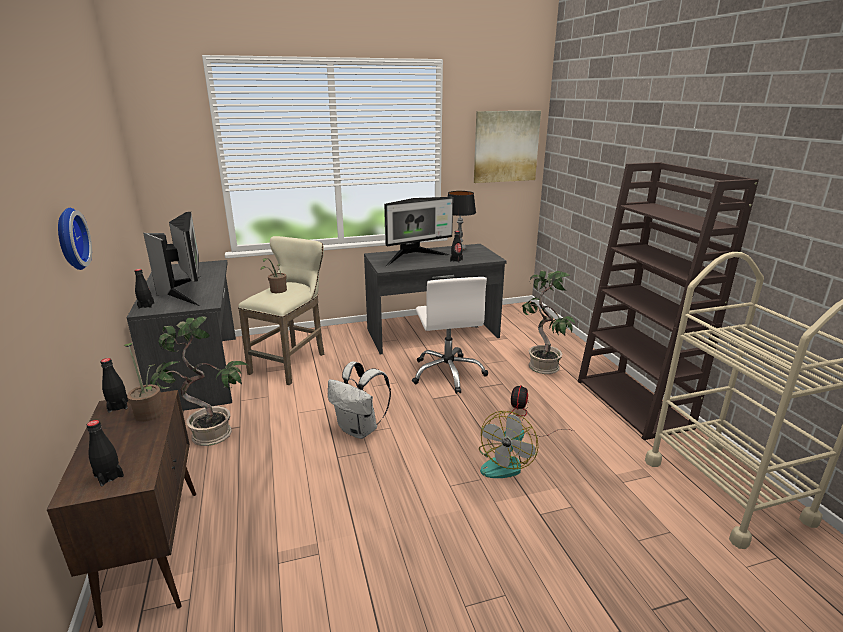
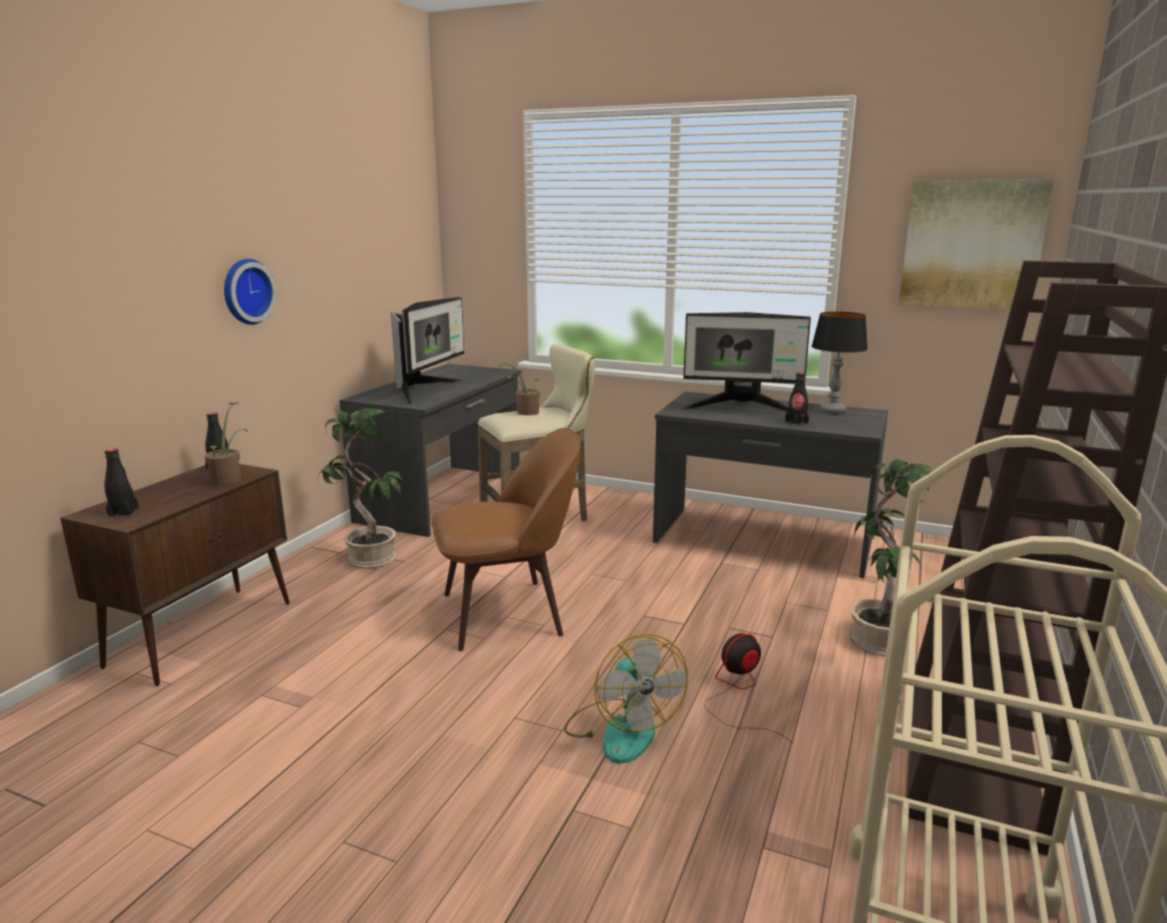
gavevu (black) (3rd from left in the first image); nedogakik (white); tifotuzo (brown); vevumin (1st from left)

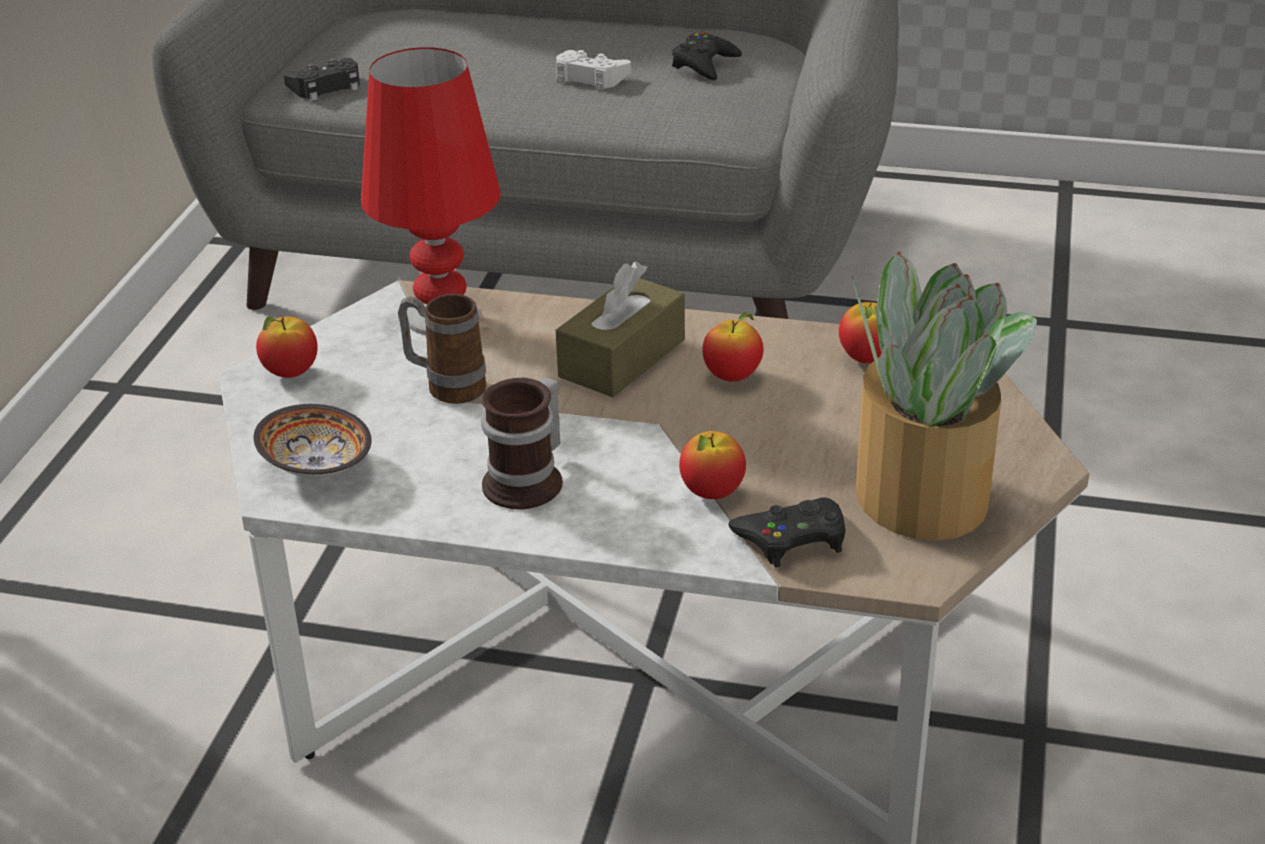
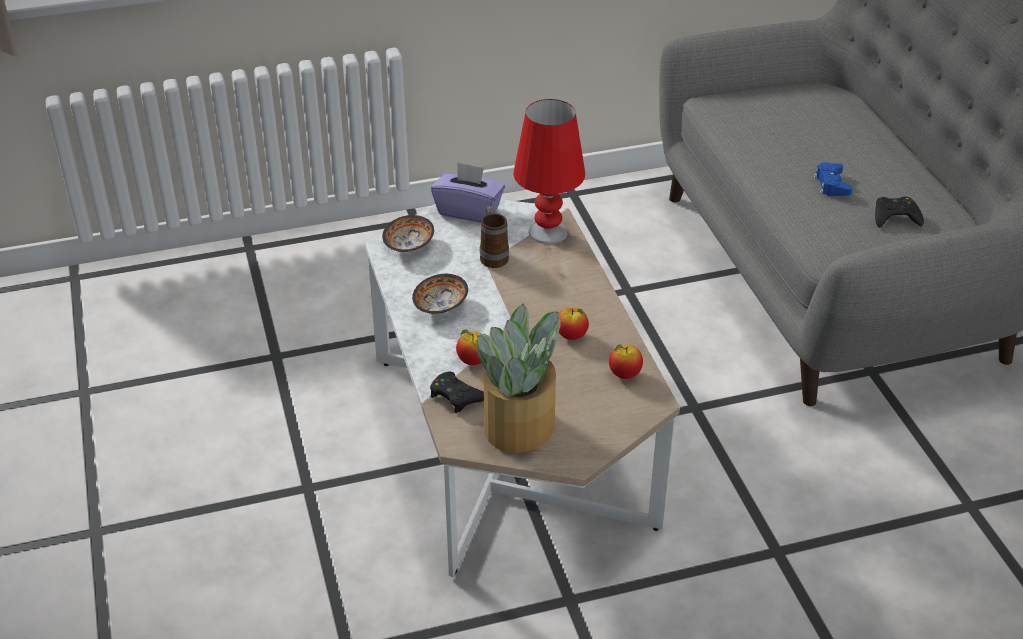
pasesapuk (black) (1st from left in the first image); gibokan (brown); gibokan (purple); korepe (2nd from left); pasesapuk (blue)

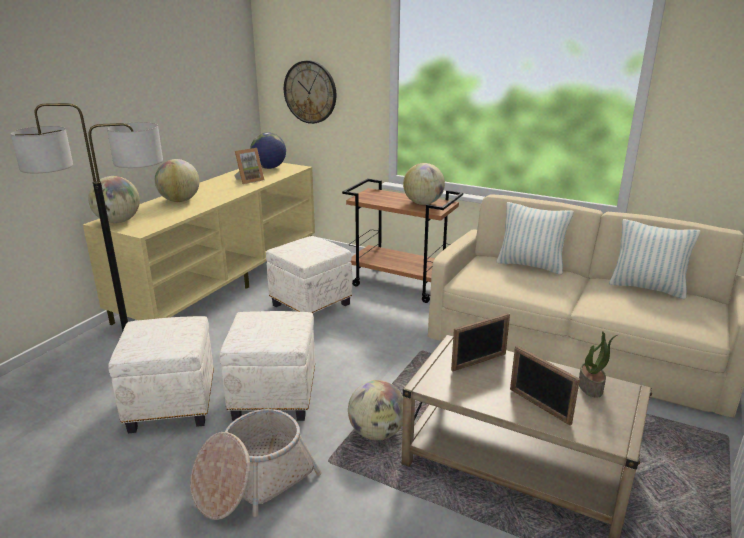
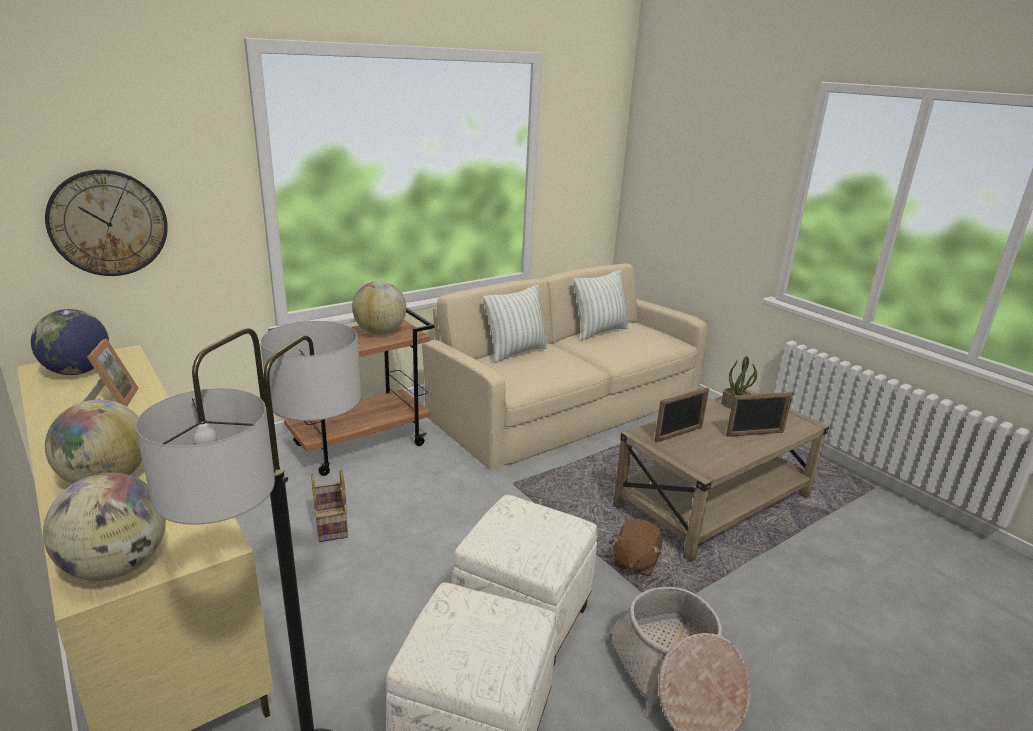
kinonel (1st from left); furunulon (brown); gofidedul (2nd from left)

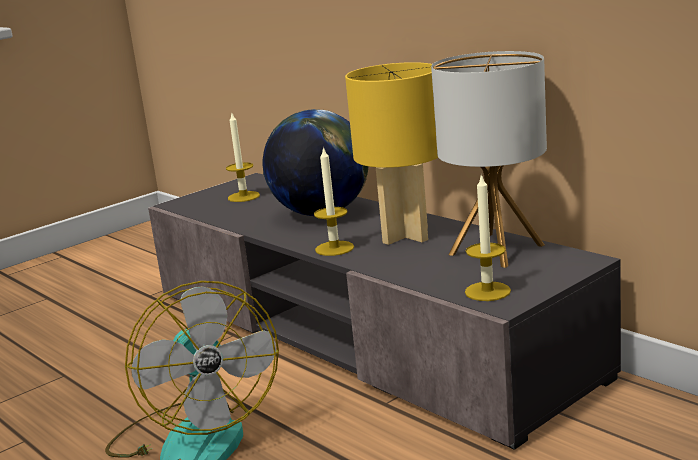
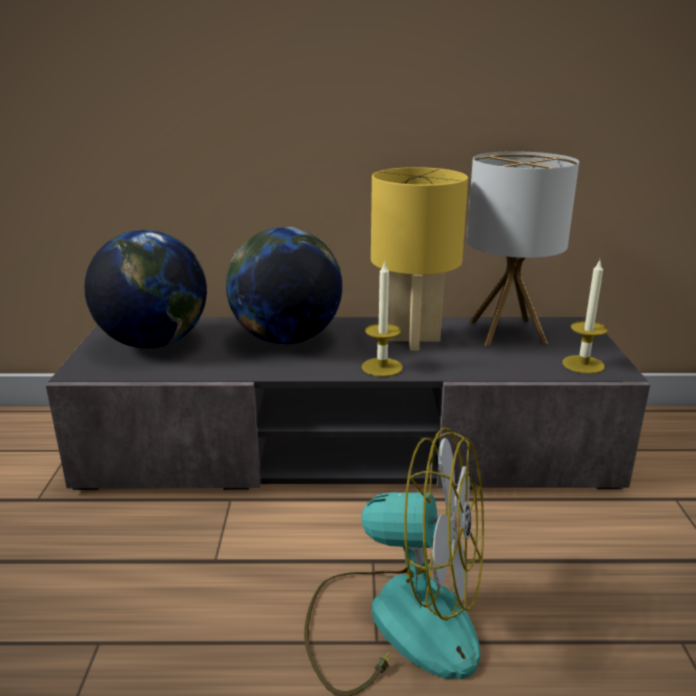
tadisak (1st from left)

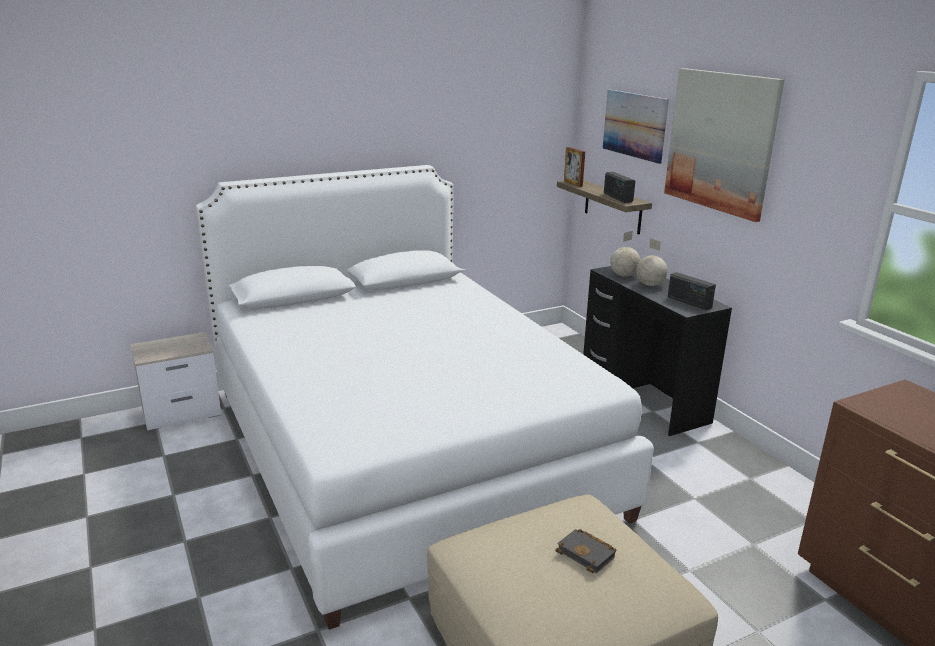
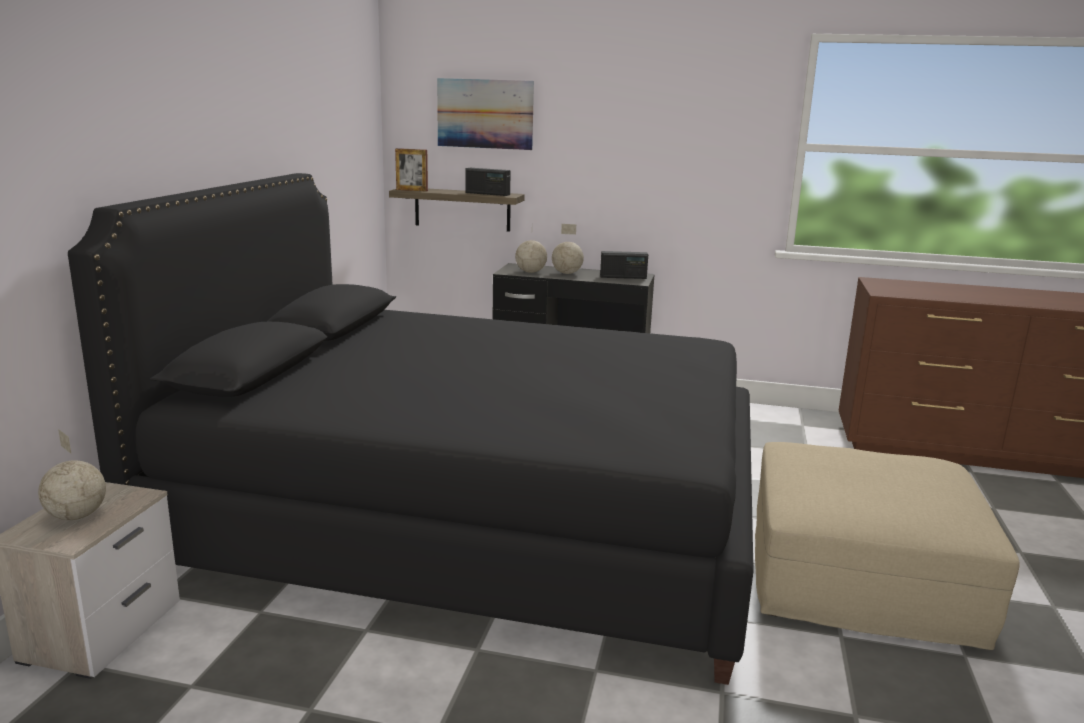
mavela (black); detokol (2nd from left in the first image); tadisak (1st from left); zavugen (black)

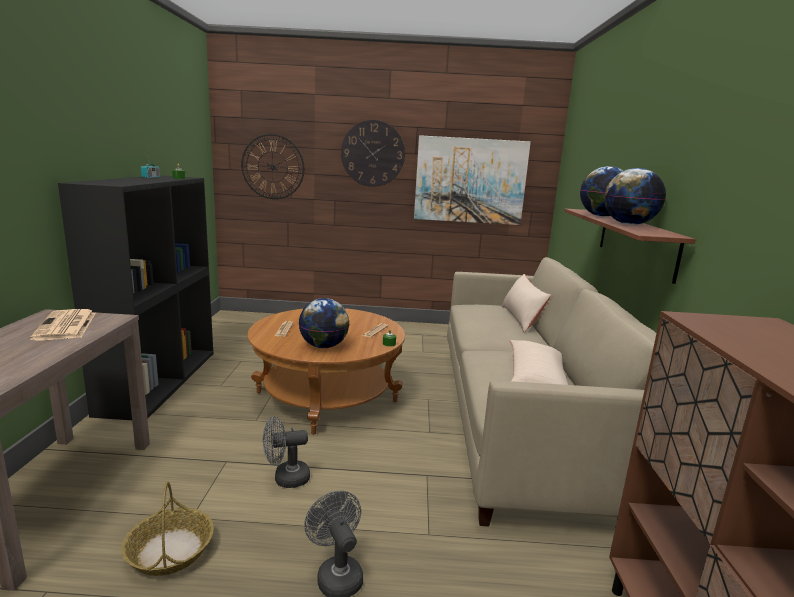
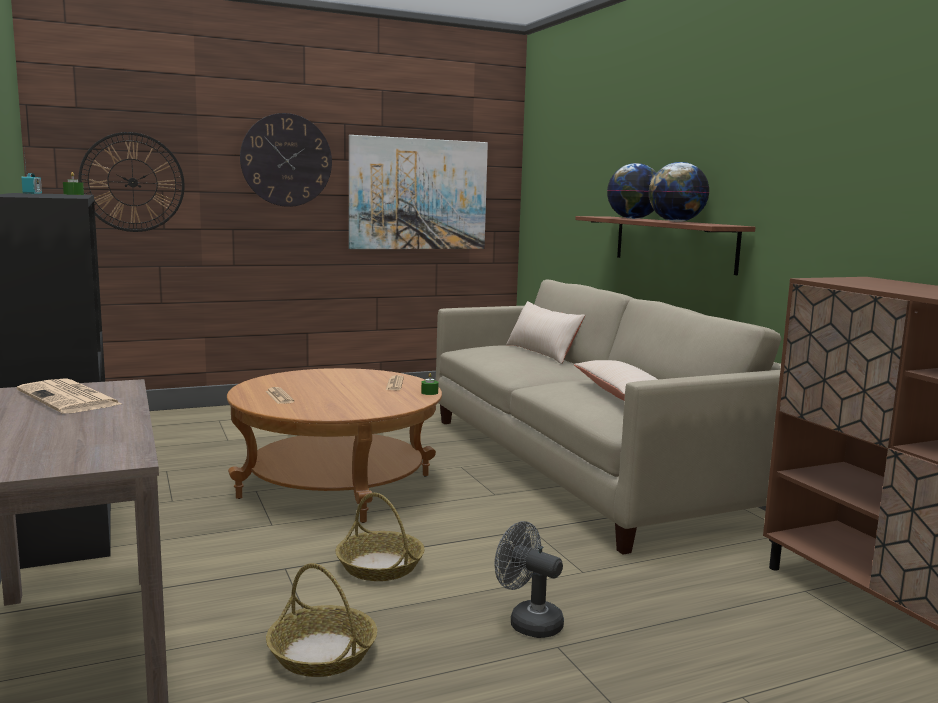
tadisak (1st from left in the first image); kinonel (2nd from left)

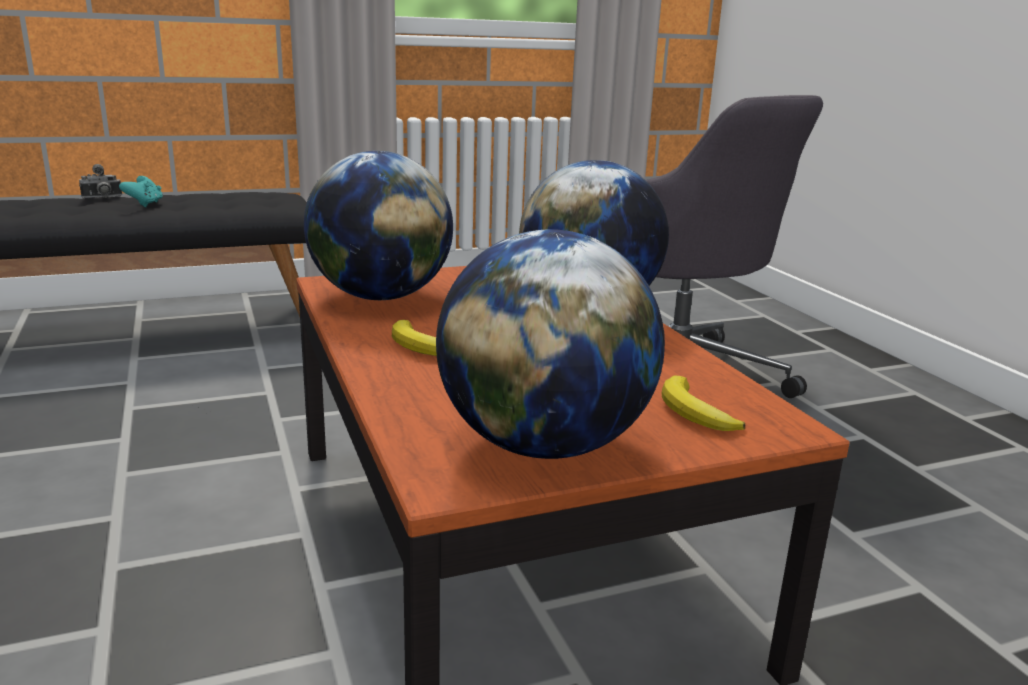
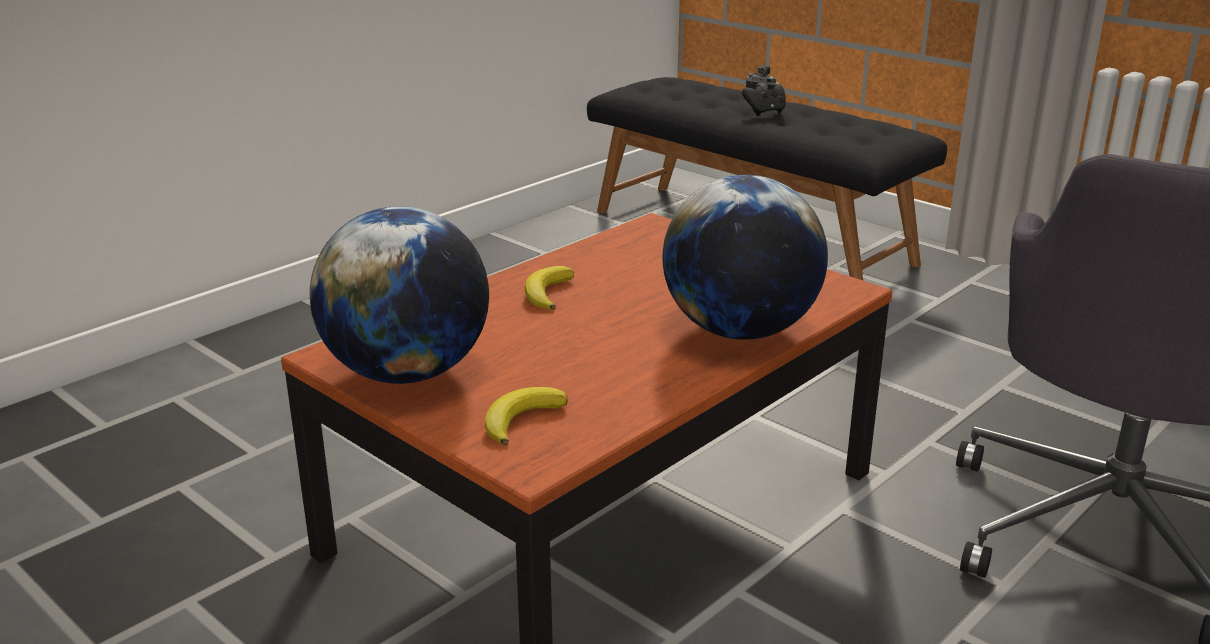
tadisak (1st from left in the first image); pasesapuk (black)

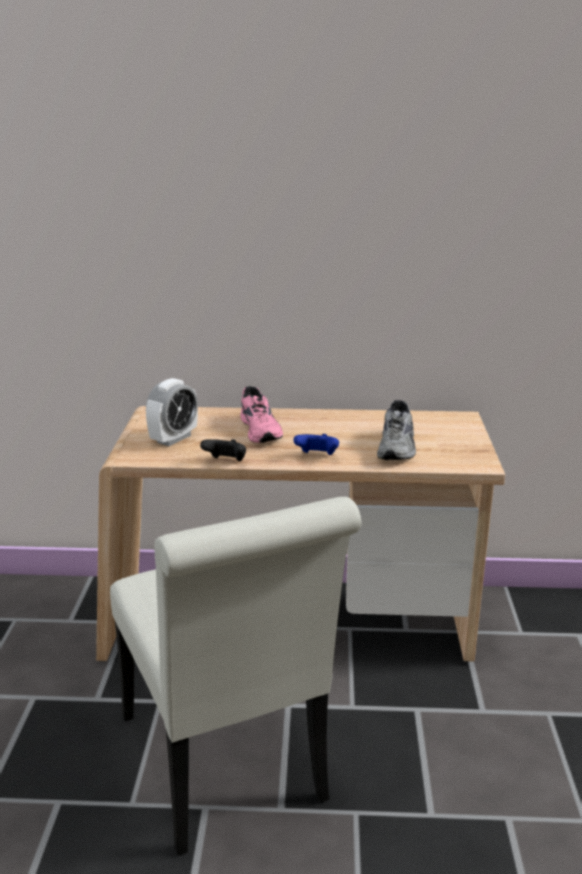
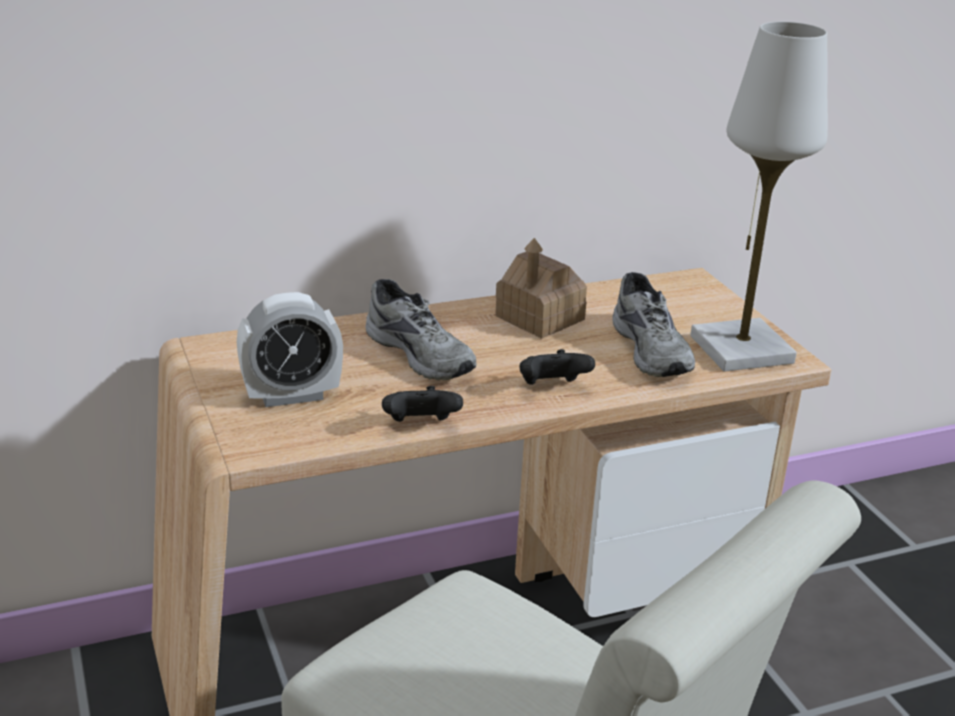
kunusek; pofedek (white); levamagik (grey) (1st from left); pasesapuk (black) (2nd from left); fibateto

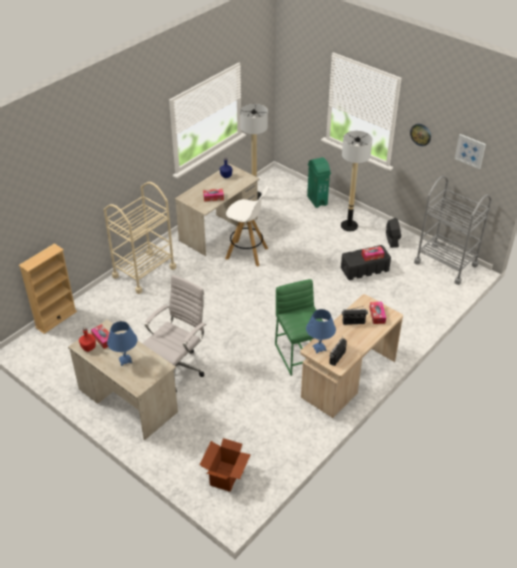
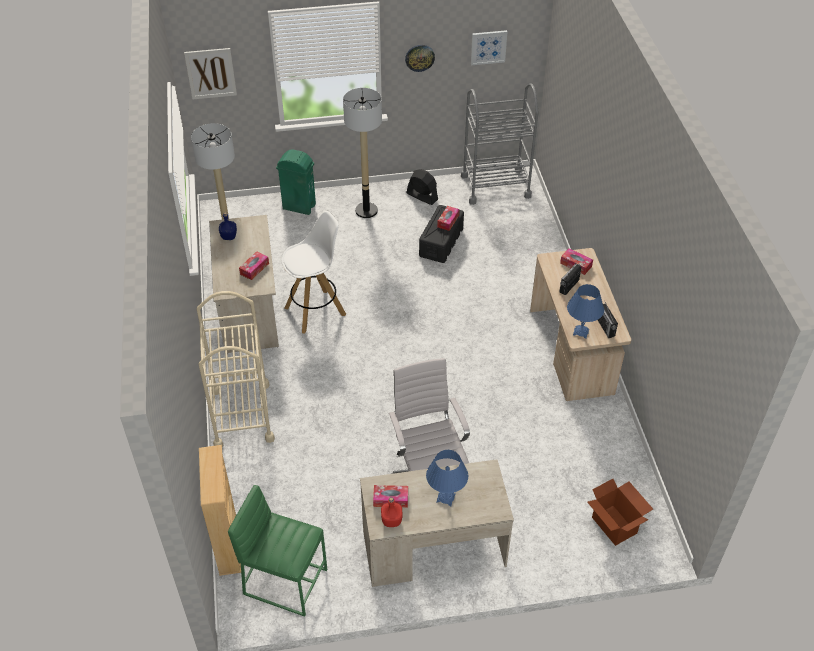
detokol (1st from left); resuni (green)

